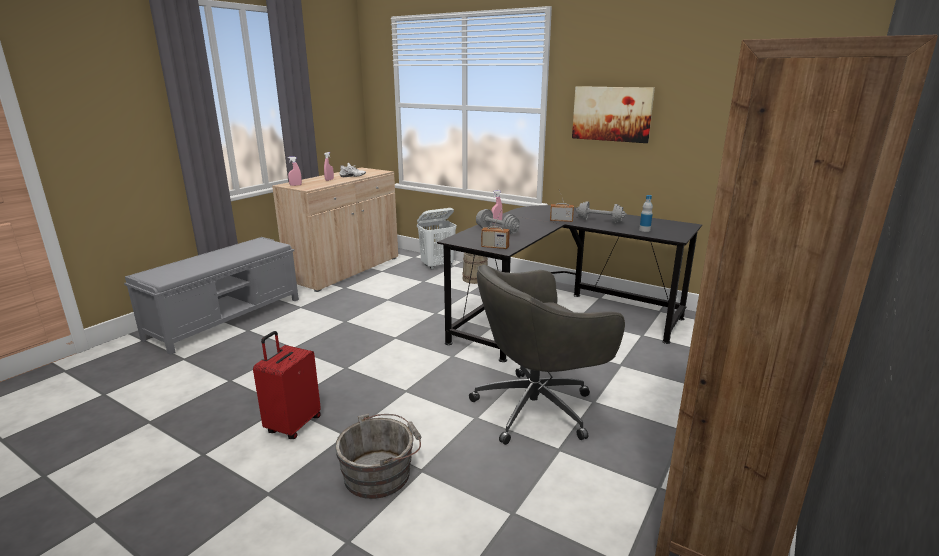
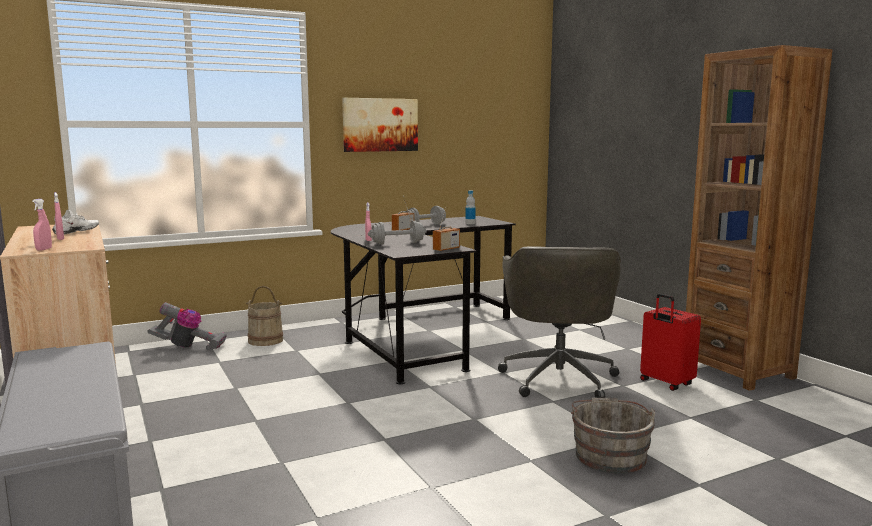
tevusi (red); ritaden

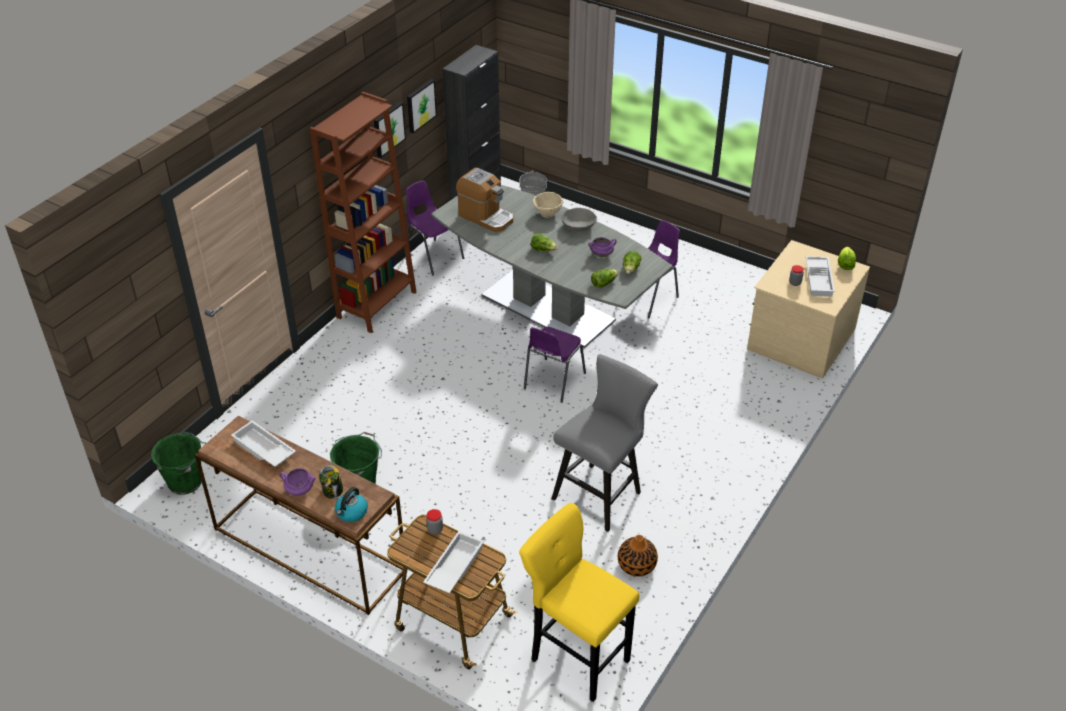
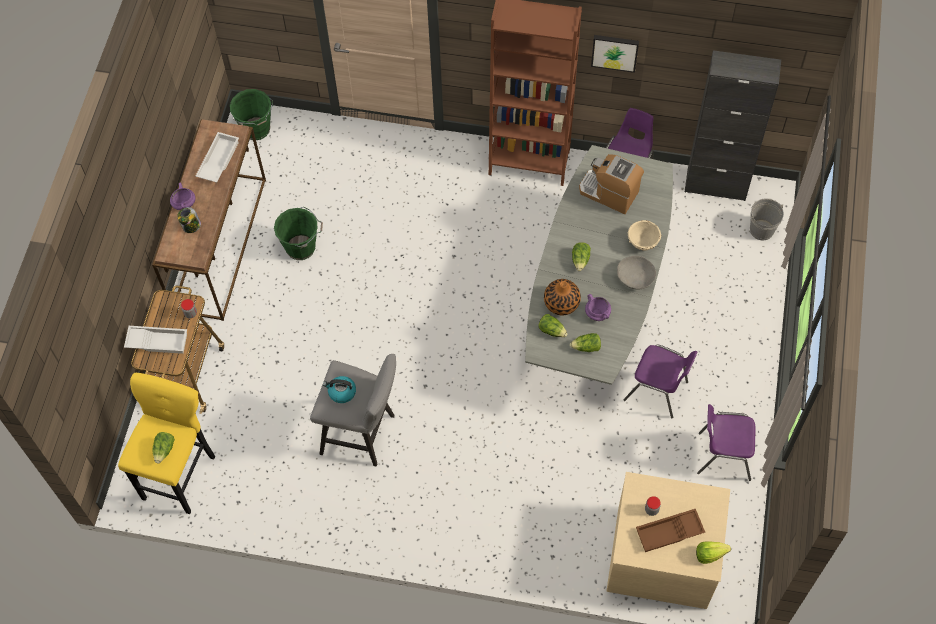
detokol (2nd from left in the first image); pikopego (1st from left); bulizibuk; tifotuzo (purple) (3rd from left); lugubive; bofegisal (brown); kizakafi

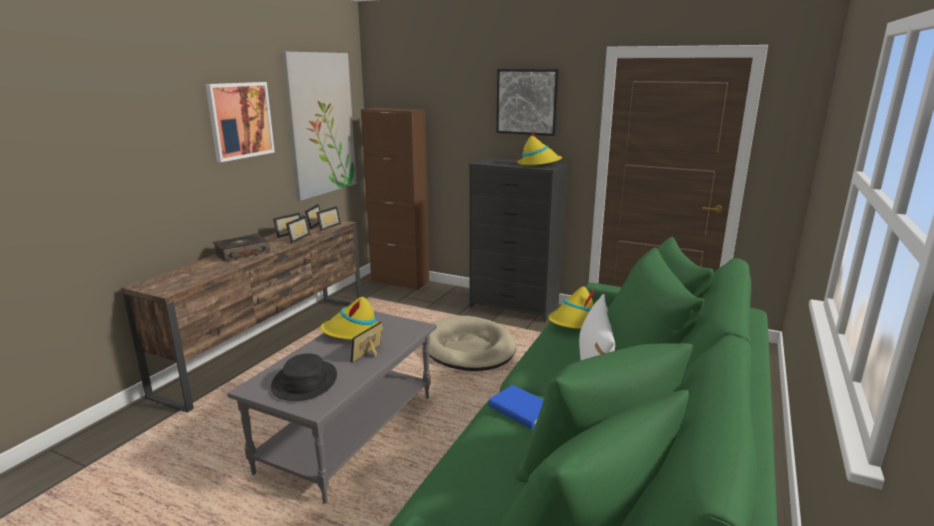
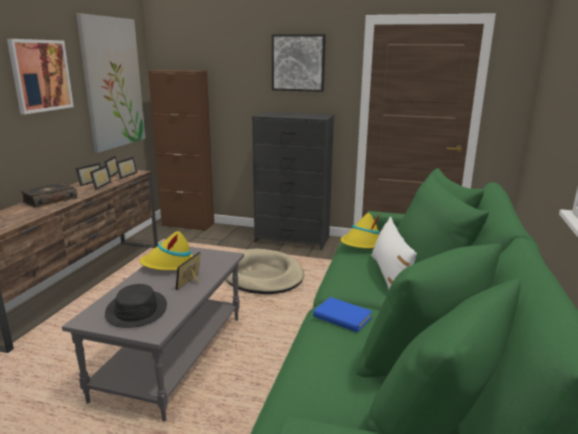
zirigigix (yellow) (2nd from left in the first image)

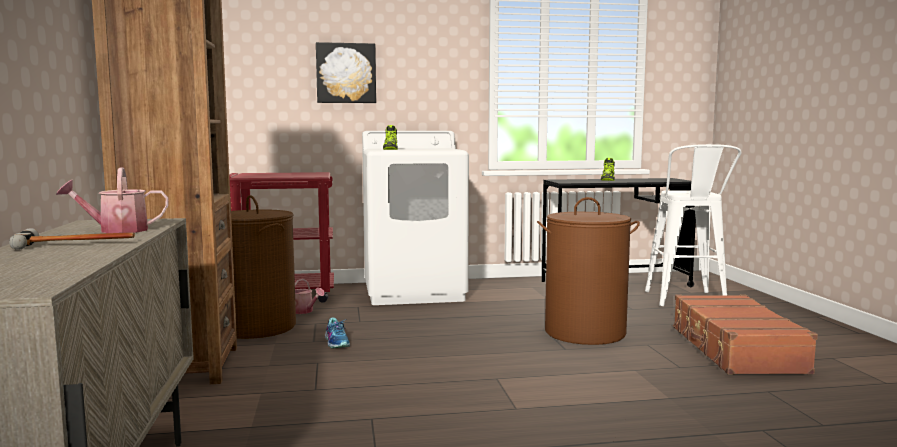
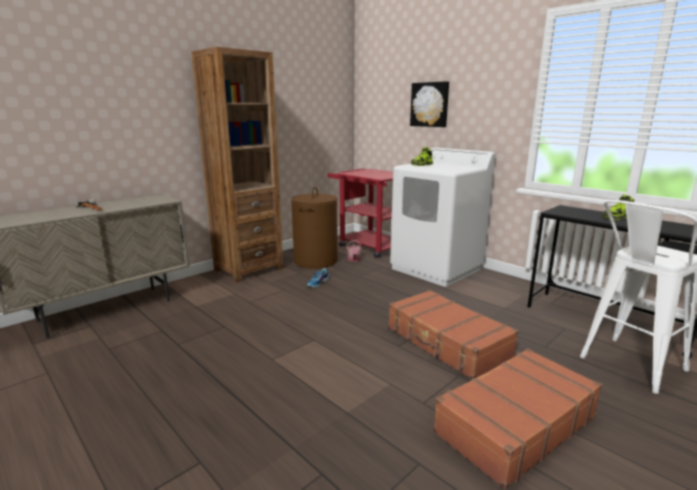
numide (1st from left in the first image); tevusi (brown) (1st from left)

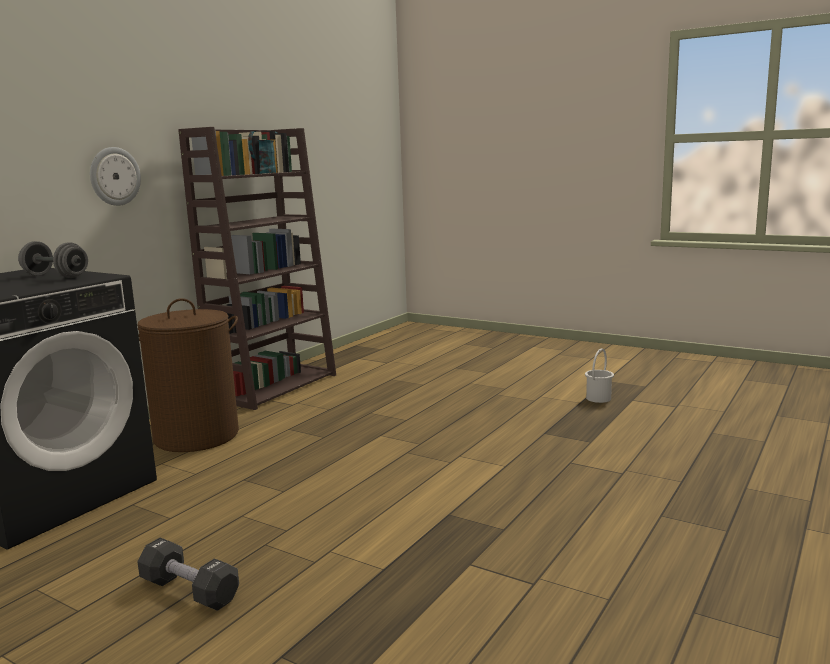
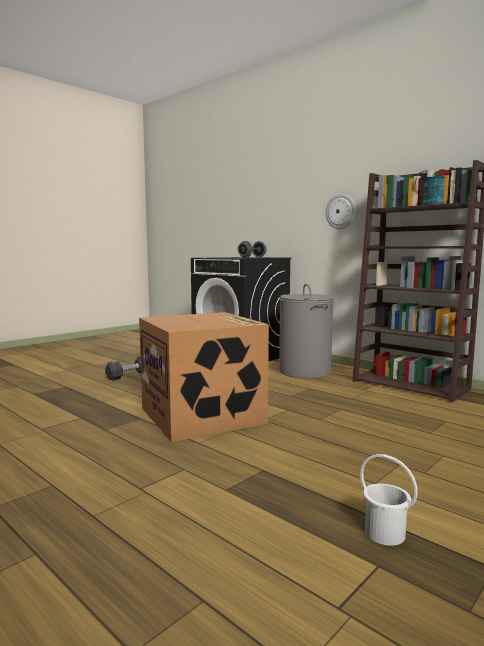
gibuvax; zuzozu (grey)

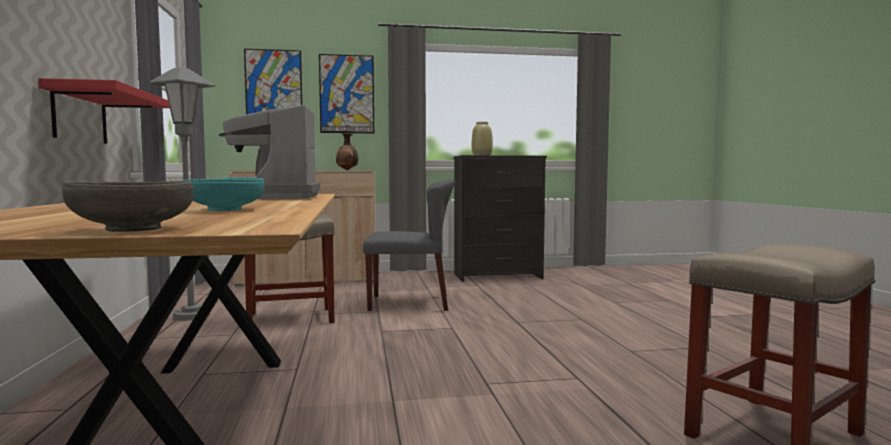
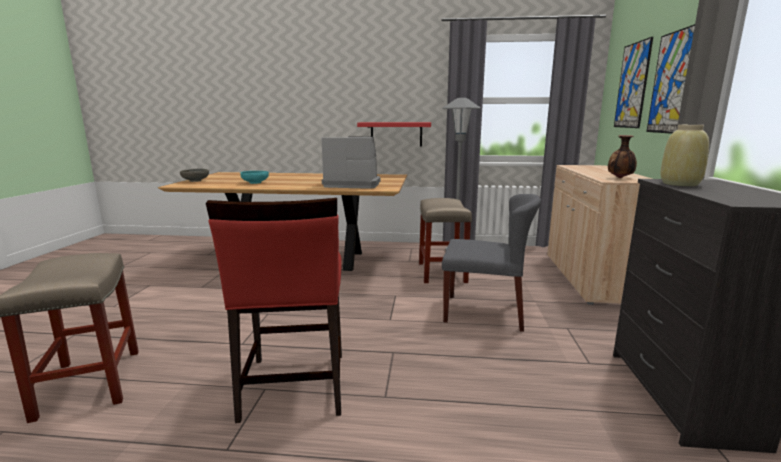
tifotuzo (red); tifotuzo (grey)

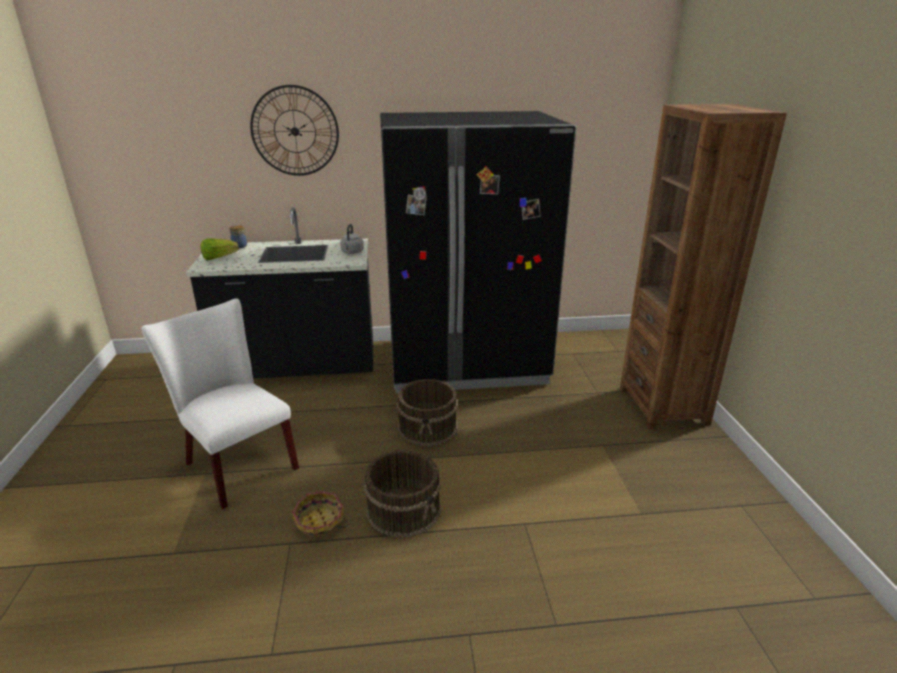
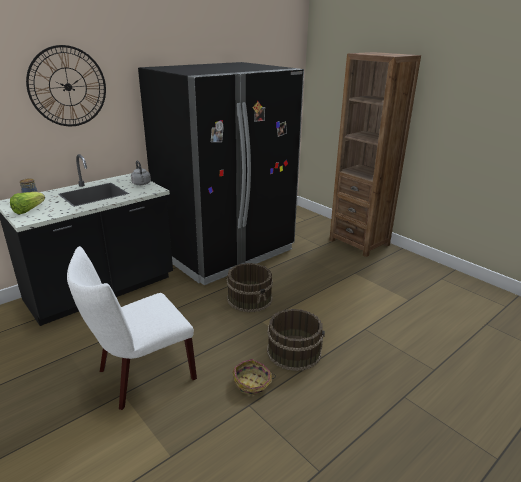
tifotuzo (white)

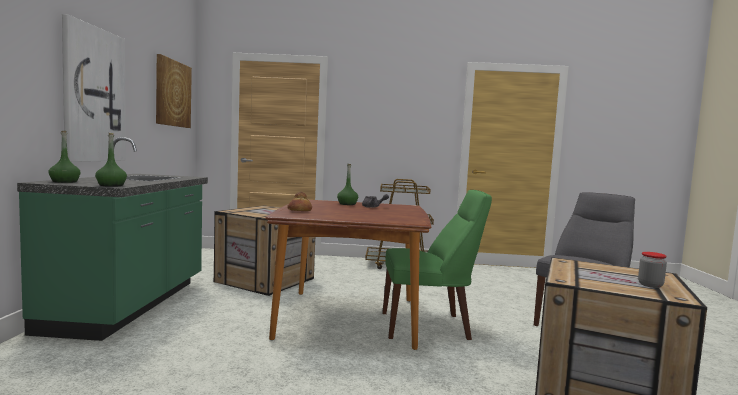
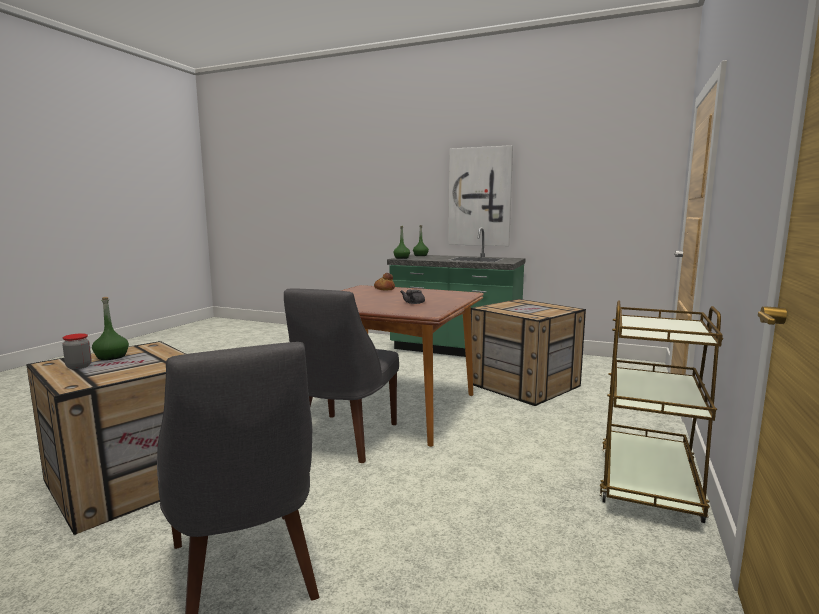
detokol (2nd from left in the first image); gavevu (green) (1st from left); tifotuzo (grey) (2nd from left)

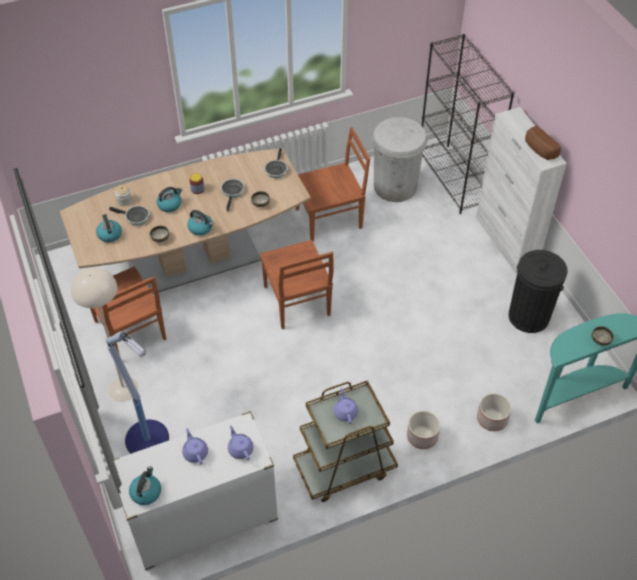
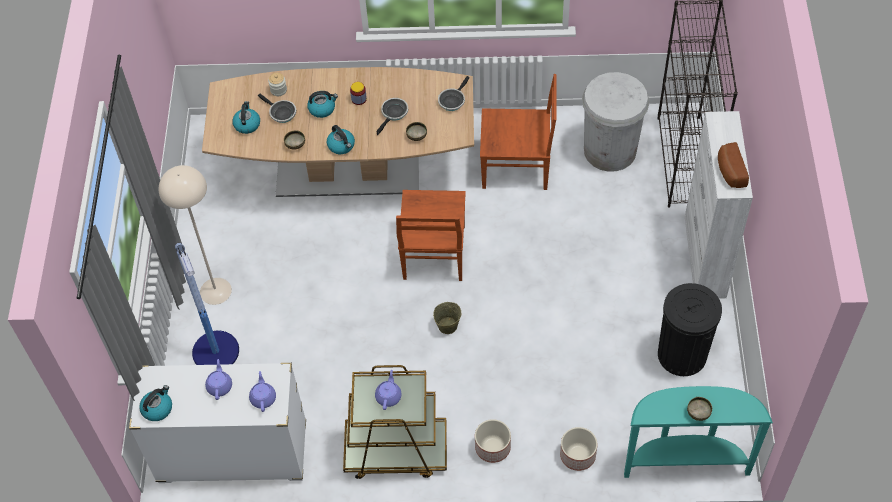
tifotuzo (brown) (1st from left in the first image); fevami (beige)

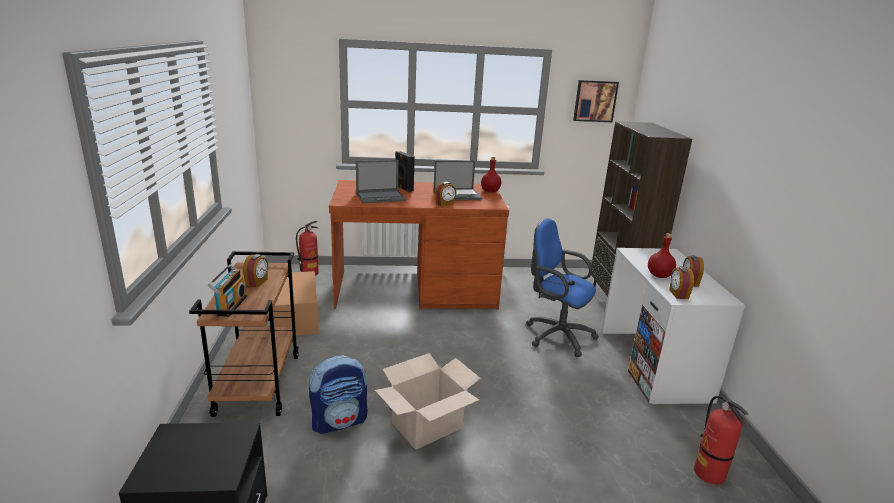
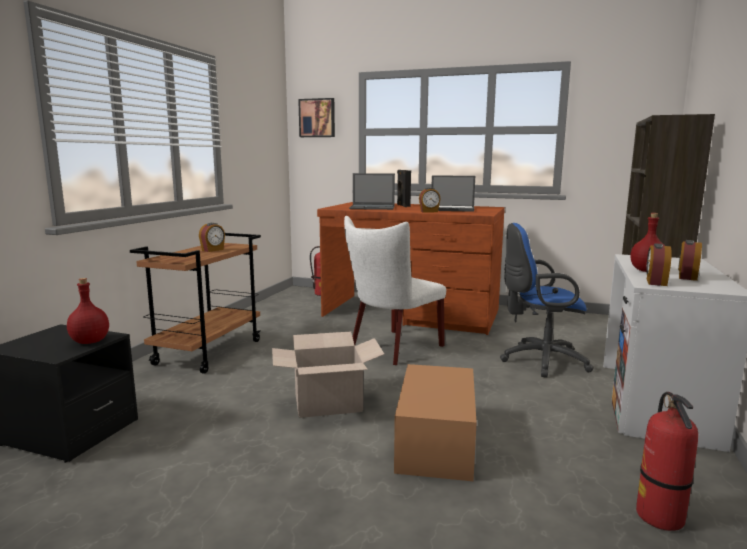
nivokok; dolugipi; tifotuzo (white); gibuvax (2nd from left); gavevu (red) (1st from left); detokol; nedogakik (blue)

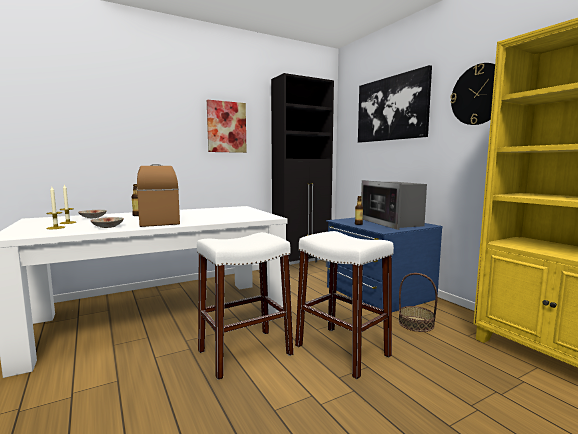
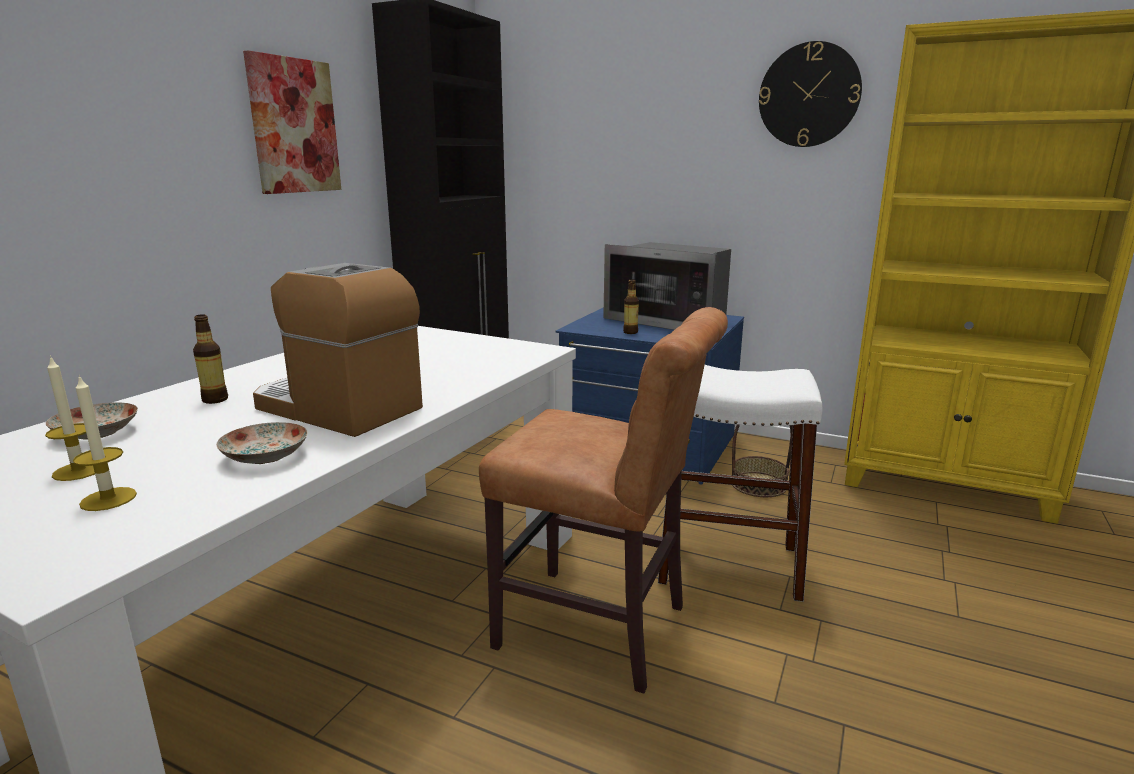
detokol (2nd from left in the first image); tifotuzo (brown)

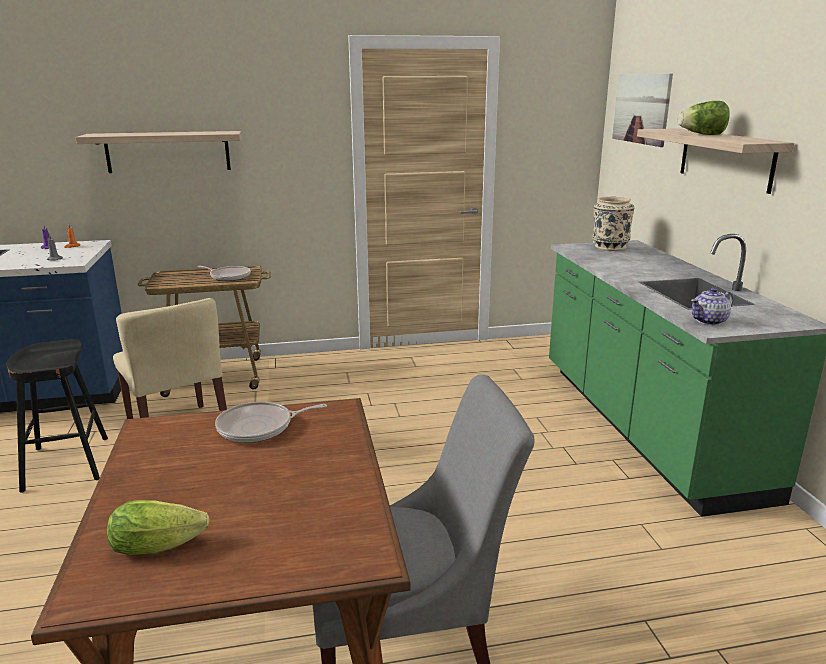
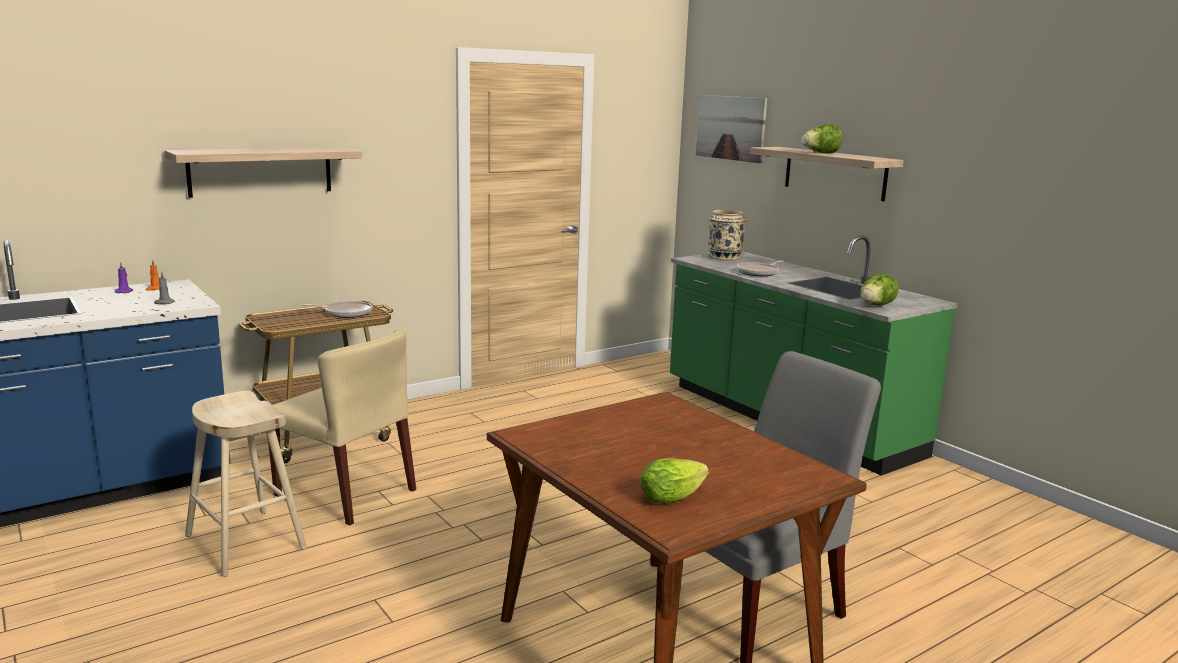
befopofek (2nd from left); pikopego (3rd from left); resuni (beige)

